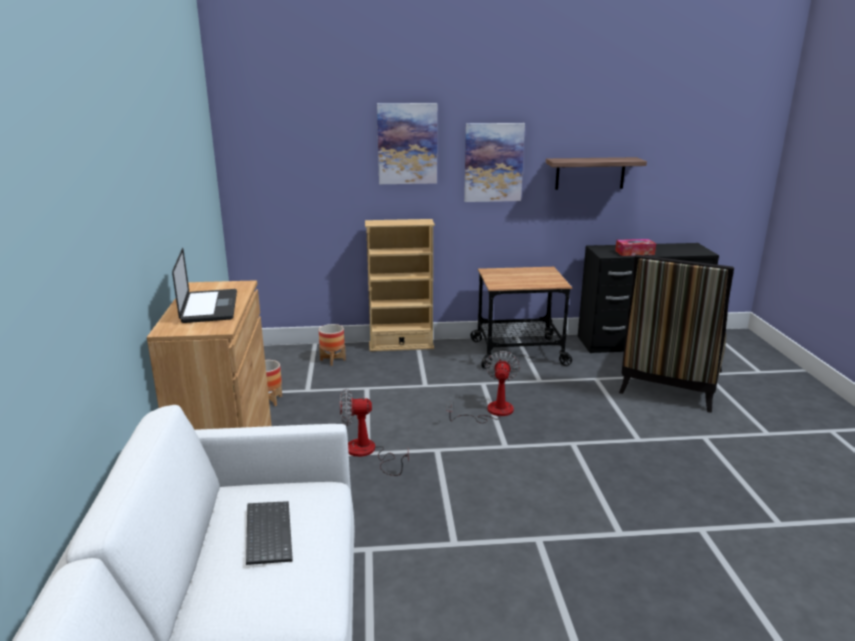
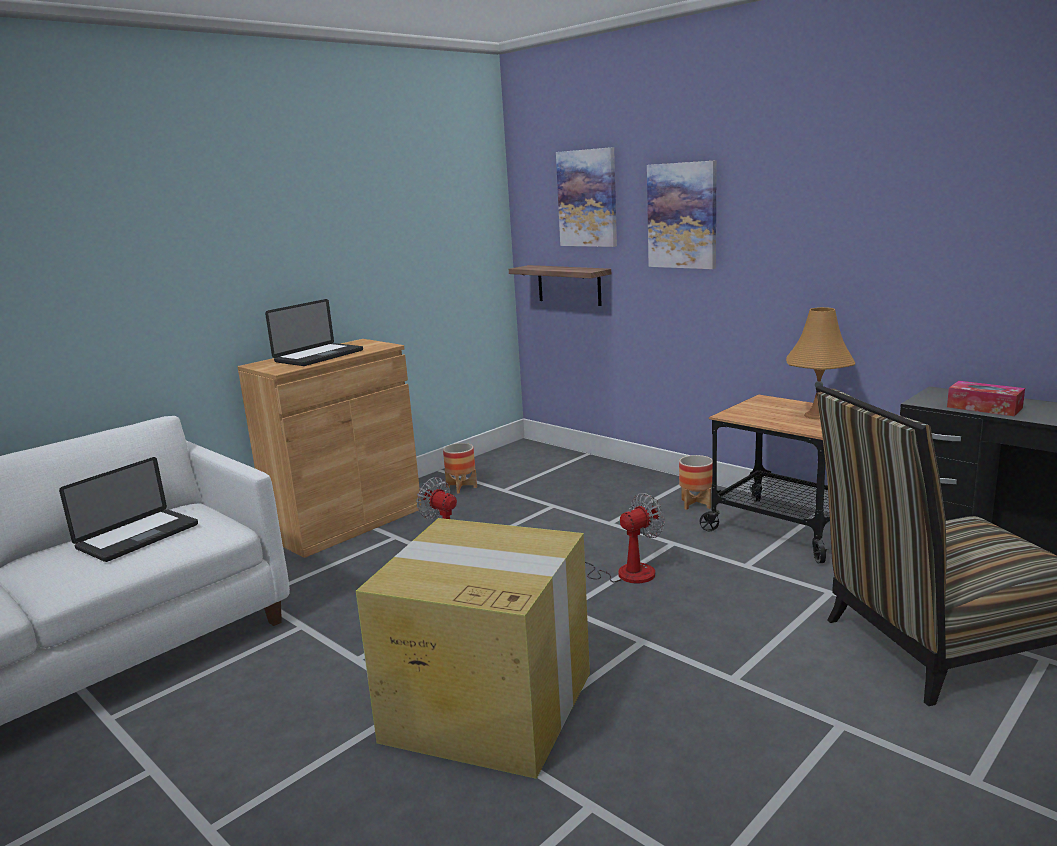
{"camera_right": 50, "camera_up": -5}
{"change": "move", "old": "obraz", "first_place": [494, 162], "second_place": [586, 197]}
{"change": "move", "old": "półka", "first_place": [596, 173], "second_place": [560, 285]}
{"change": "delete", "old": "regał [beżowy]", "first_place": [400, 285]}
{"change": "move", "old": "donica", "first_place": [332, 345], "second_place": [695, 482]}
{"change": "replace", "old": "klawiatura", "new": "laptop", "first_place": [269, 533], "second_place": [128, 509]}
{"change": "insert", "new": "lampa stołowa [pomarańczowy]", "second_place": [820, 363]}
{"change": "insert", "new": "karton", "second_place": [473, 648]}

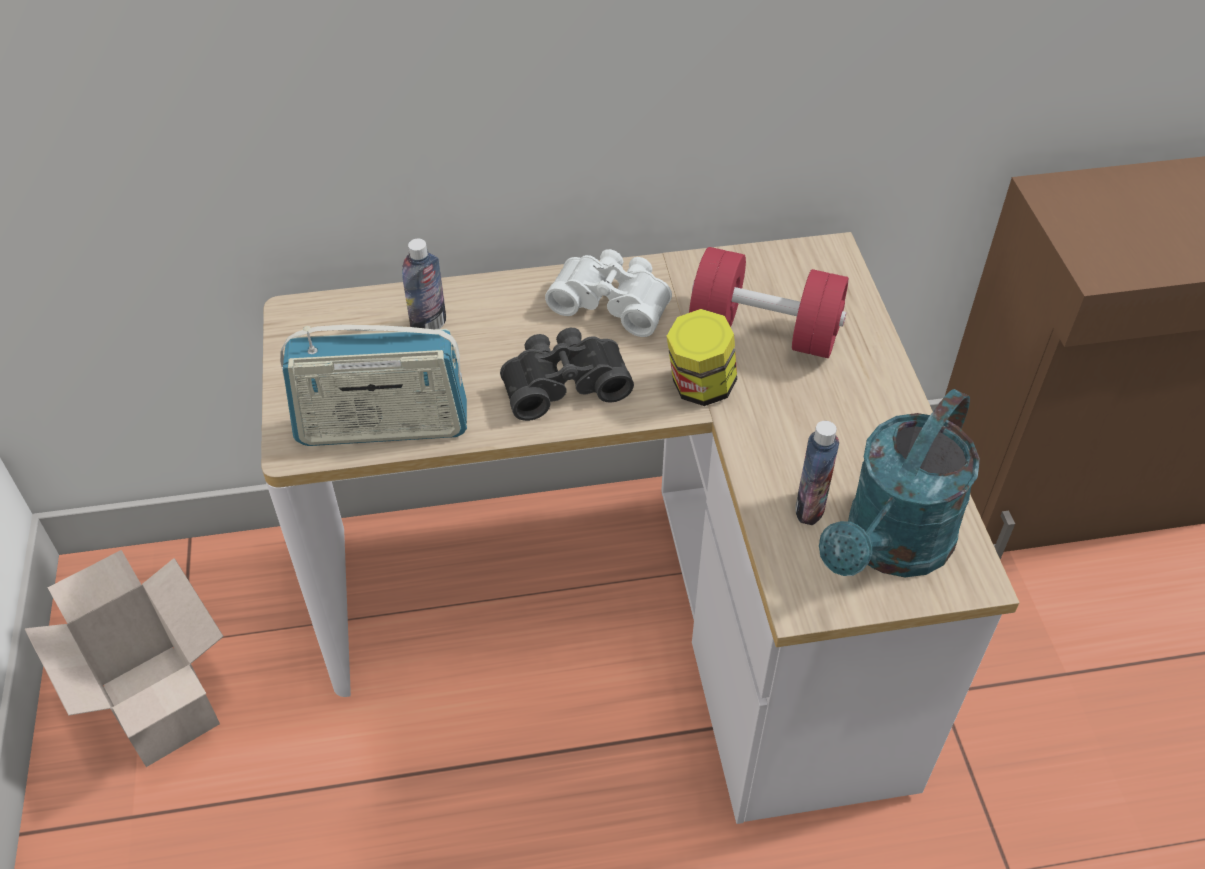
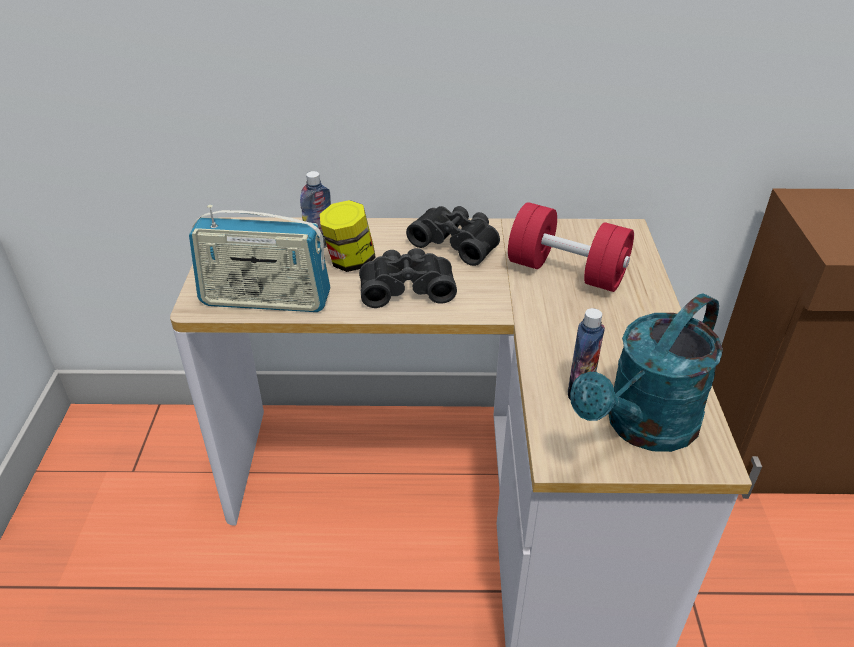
{"camera_right": 10, "camera_up": -10}
{"change": "recolor", "old": "lornetka [biały]", "new": "lornetka [czarny]", "first_place": [608, 293], "second_place": [453, 236]}
{"change": "move", "old": "słoik", "first_place": [702, 357], "second_place": [348, 236]}
{"change": "delete", "old": "karton", "first_place": [124, 658]}

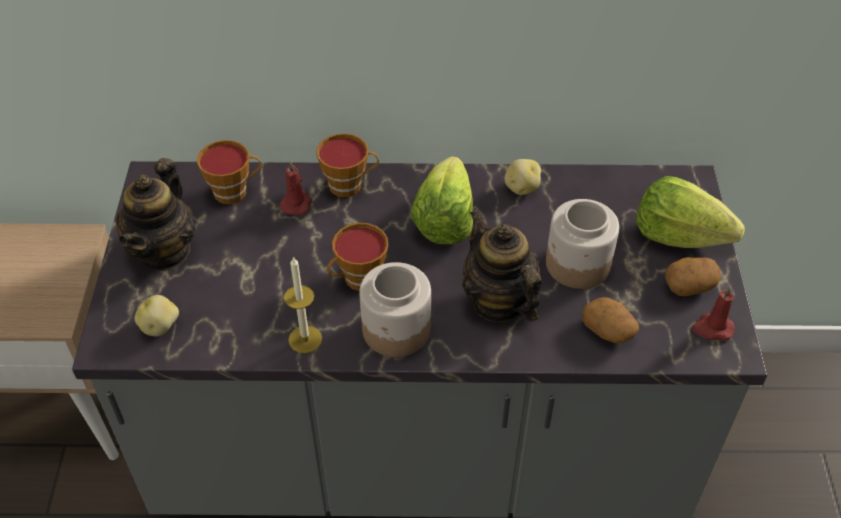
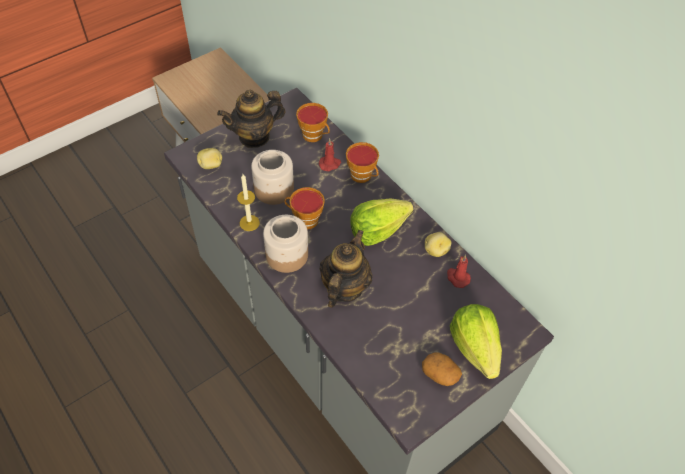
{"camera_right": 50, "camera_up": 5}
{"change": "move", "old": "słoik", "first_place": [582, 244], "second_place": [272, 177]}
{"change": "move", "old": "świeca [czerwony]", "first_place": [713, 313], "second_place": [459, 271]}
{"change": "delete", "old": "ziemniak", "first_place": [610, 320]}

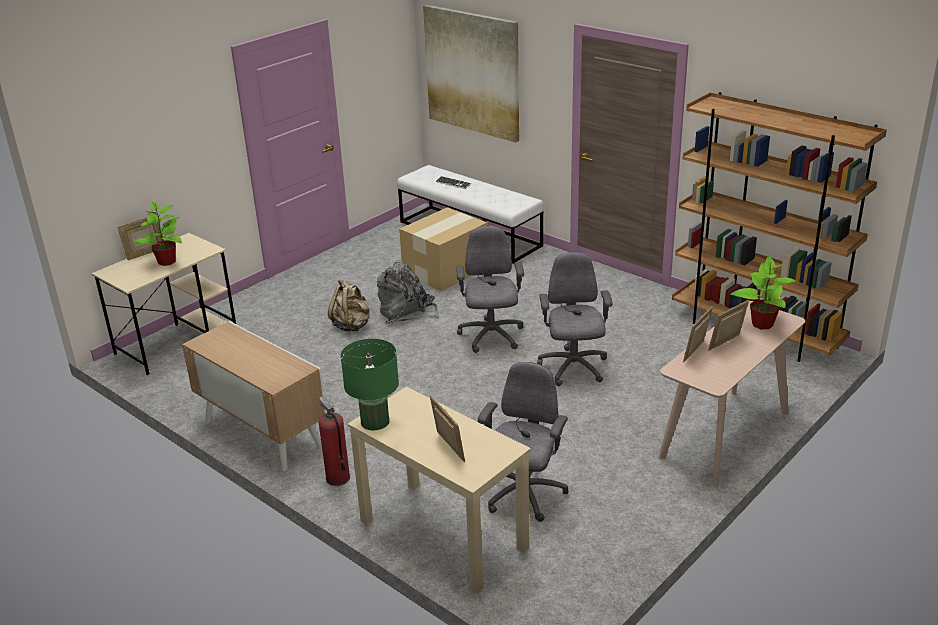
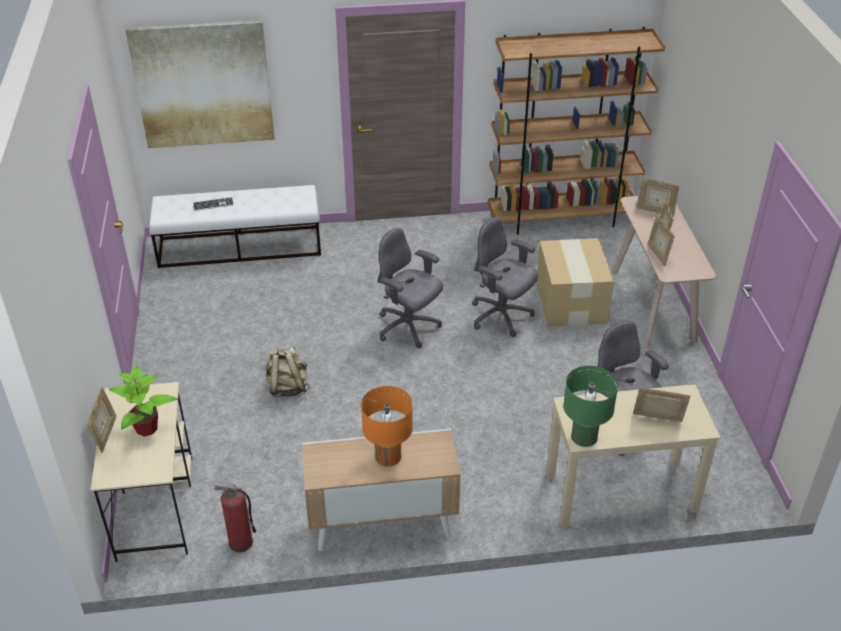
{"camera_right": -50, "camera_up": 10}
{"change": "move", "old": "karton", "first_place": [443, 249], "second_place": [575, 282]}
{"change": "replace", "old": "roślina doniczkowa", "new": "ramka na zdjęcie", "first_place": [763, 292], "second_place": [658, 197]}
{"change": "delete", "old": "plecak [szary]", "first_place": [408, 293]}
{"change": "move", "old": "gaśnica", "first_place": [334, 441], "second_place": [234, 516]}
{"change": "insert", "new": "lampa stołowa [pomarańczowy]", "second_place": [387, 426]}

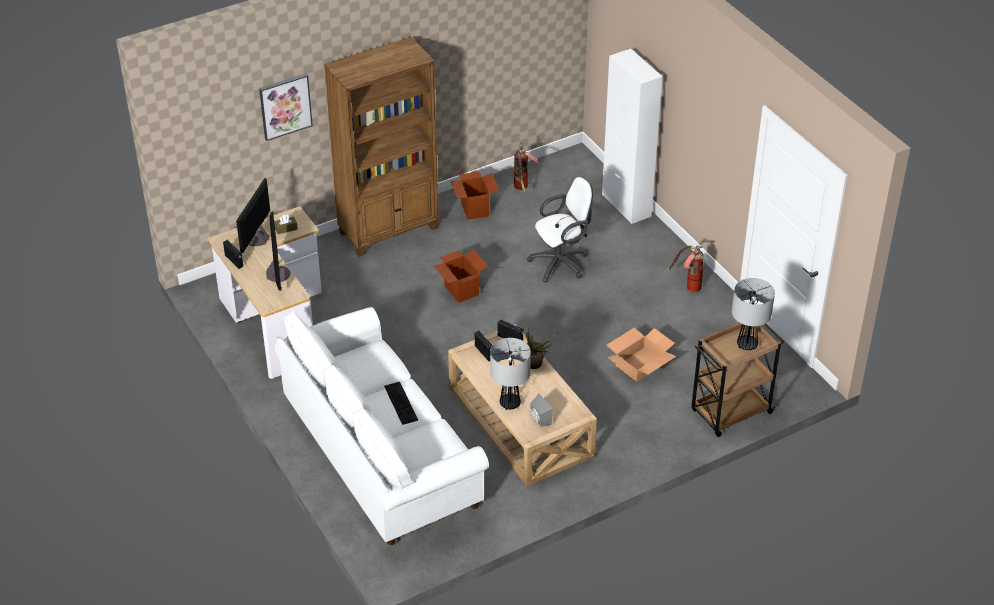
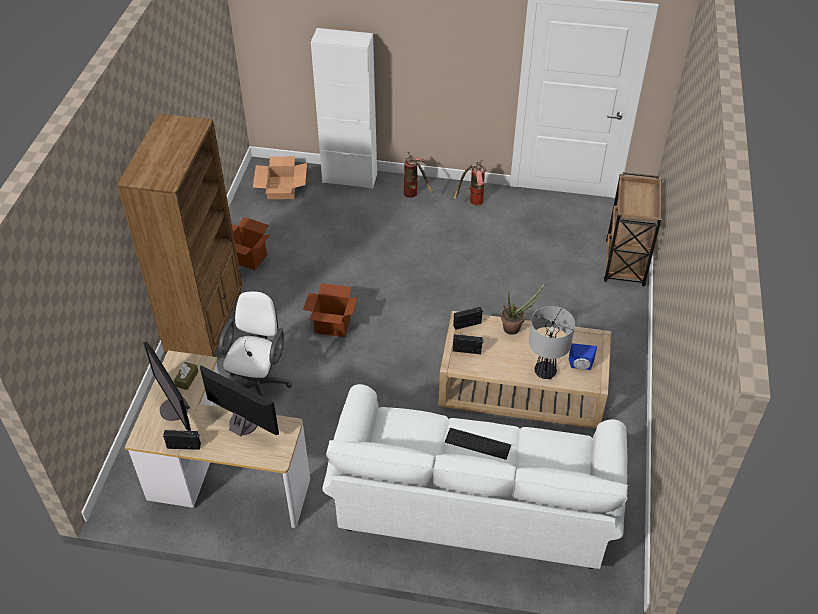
{"camera_right": -50, "camera_up": 5}
{"change": "delete", "old": "obraz", "first_place": [286, 107]}
{"change": "move", "old": "gaśnica", "first_place": [526, 167], "second_place": [419, 175]}
{"change": "move", "old": "krzesło biurowe [biały]", "first_place": [560, 230], "second_place": [255, 344]}
{"change": "delete", "old": "lampa stołowa", "first_place": [753, 314]}
{"change": "move", "old": "karton", "first_place": [641, 354], "second_place": [280, 177]}
{"change": "recolor", "old": "głośnik [szary]", "new": "głośnik [niebieski]", "first_place": [541, 410], "second_place": [583, 356]}

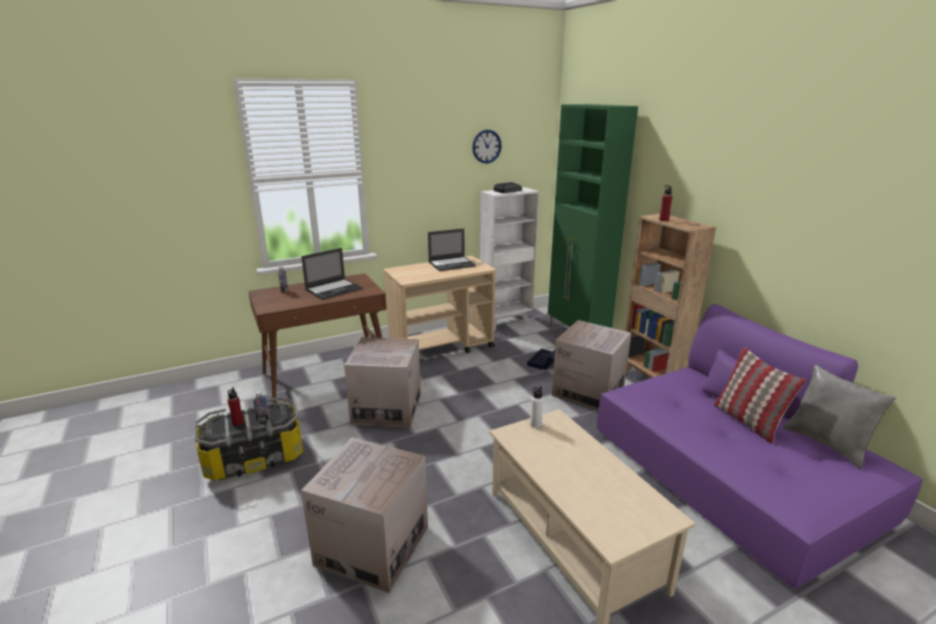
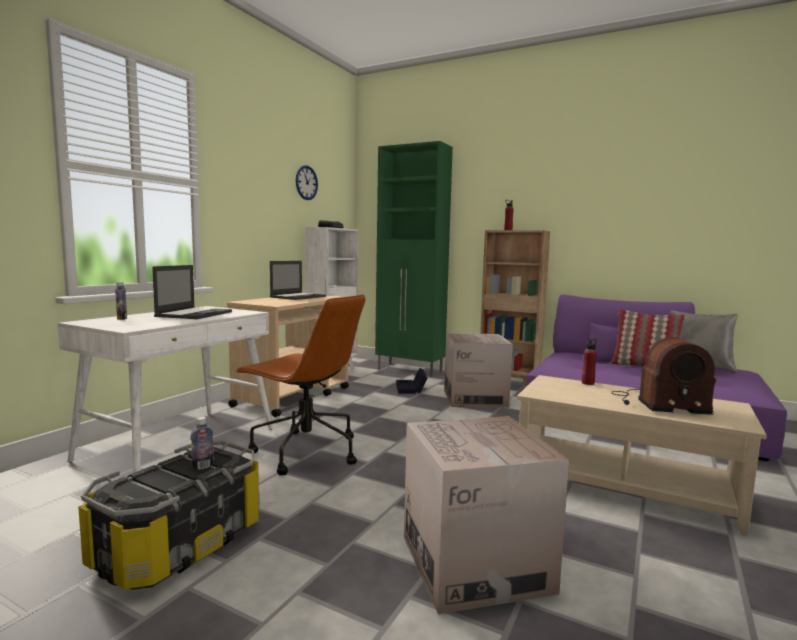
{"camera_right": -35, "camera_up": -15}
{"change": "recolor", "old": "biurko [brązowy]", "new": "biurko [biały]", "first_place": [317, 338], "second_place": [165, 389]}
{"change": "replace", "old": "karton", "new": "krzesło biurowe [brązowy]", "first_place": [382, 382], "second_place": [300, 385]}
{"change": "delete", "old": "butelka [biały]", "first_place": [537, 407]}
{"change": "move", "old": "butelka [czerwony]", "first_place": [236, 406], "second_place": [589, 361]}
{"change": "insert", "new": "radio", "second_place": [663, 376]}

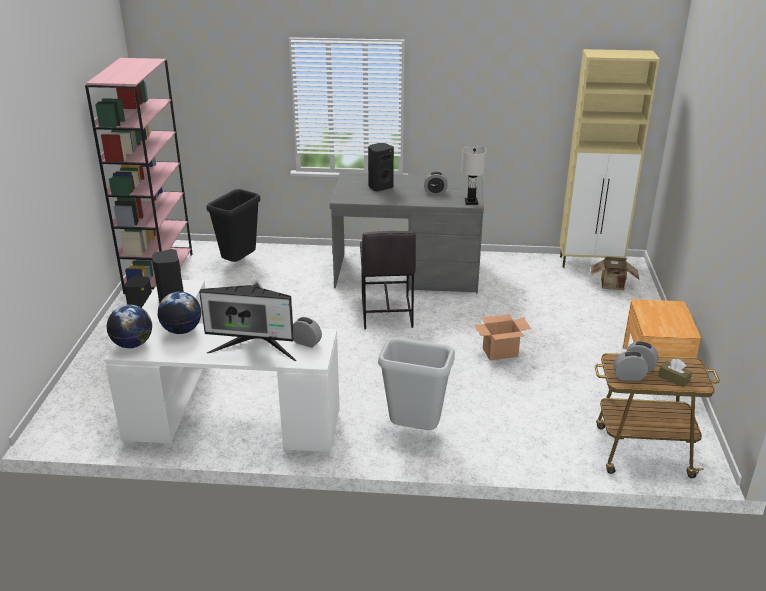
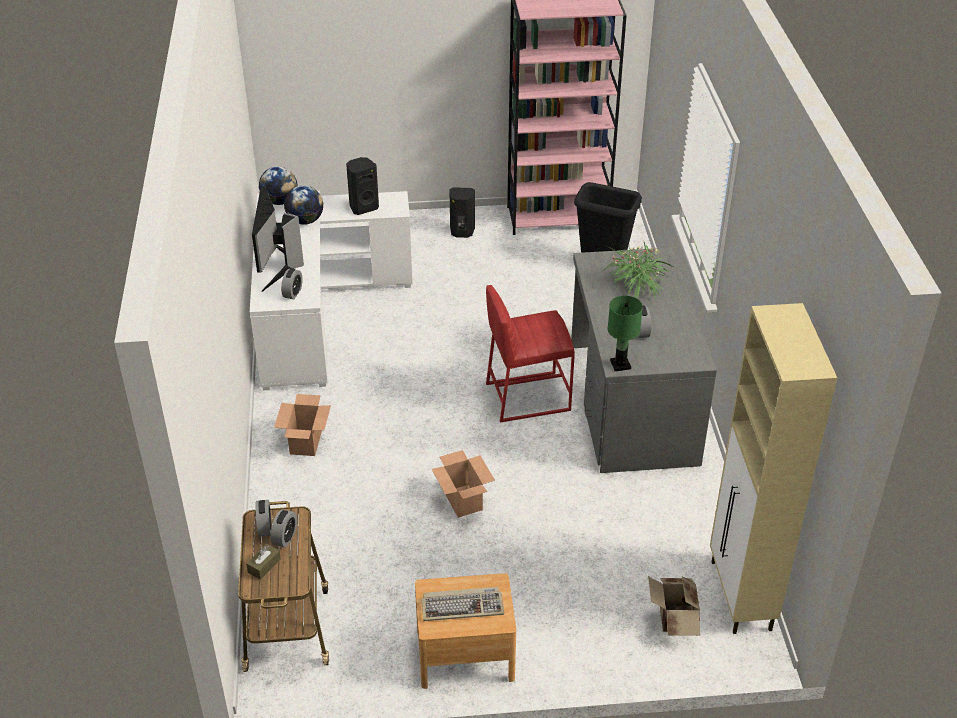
{"camera_right": 80, "camera_up": 10}
{"change": "replace", "old": "głośnik [czarny]", "new": "roślina doniczkowa", "first_place": [381, 167], "second_place": [638, 270]}
{"change": "recolor", "old": "lampa stołowa [biały]", "new": "lampa stołowa [zielony]", "first_place": [473, 175], "second_place": [625, 333]}
{"change": "recolor", "old": "stołek [szary]", "new": "stołek [czerwony]", "first_place": [388, 280], "second_place": [530, 353]}
{"change": "replace", "old": "kosz na śmieci [szary]", "new": "karton", "first_place": [416, 383], "second_place": [302, 425]}
{"change": "insert", "new": "klawiatura", "second_place": [462, 604]}

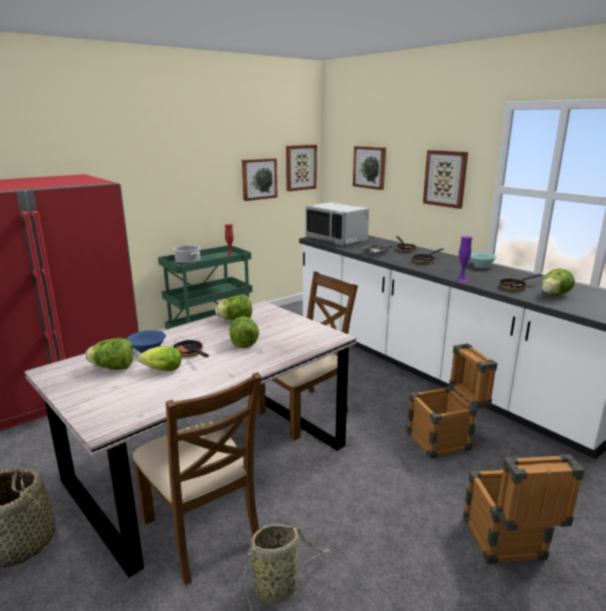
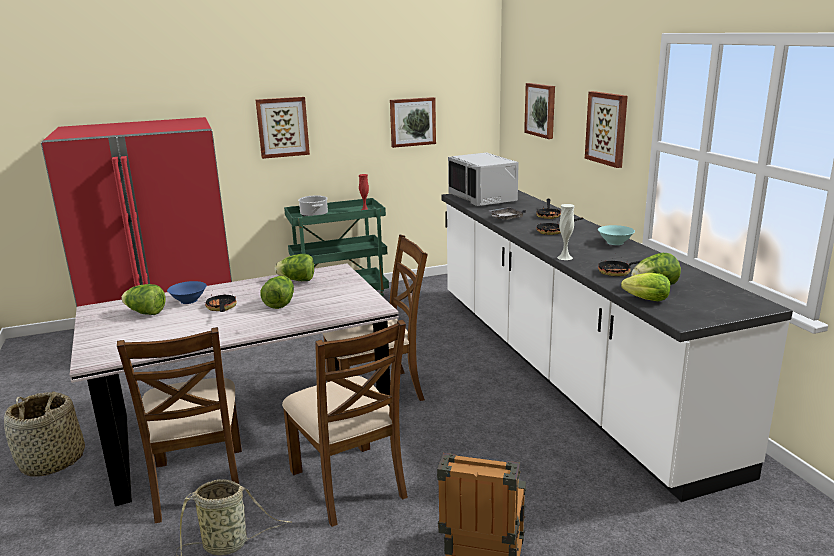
{"camera_right": 20, "camera_up": 0}
{"change": "move", "old": "obraz", "first_place": [301, 168], "second_place": [283, 128]}
{"change": "recolor", "old": "wazon [fioletowy]", "new": "wazon [biały]", "first_place": [464, 259], "second_place": [566, 232]}
{"change": "delete", "old": "skrzynka", "first_place": [452, 401]}
{"change": "move", "old": "sałata", "first_place": [160, 358], "second_place": [646, 287]}
{"change": "insert", "new": "krzesło [brązowy]", "second_place": [345, 423]}

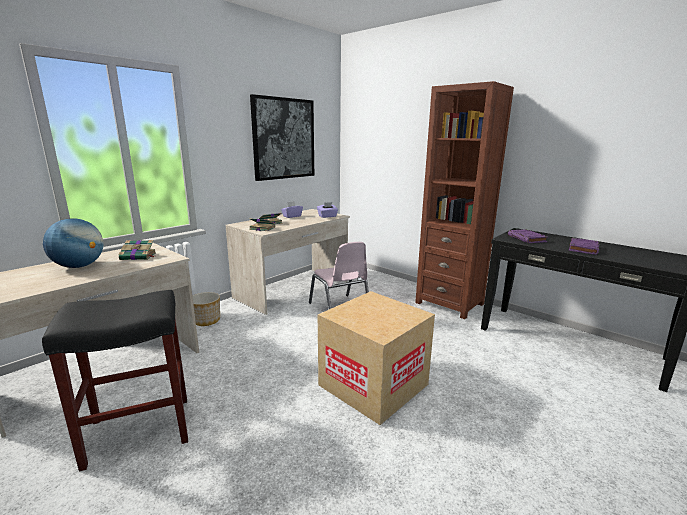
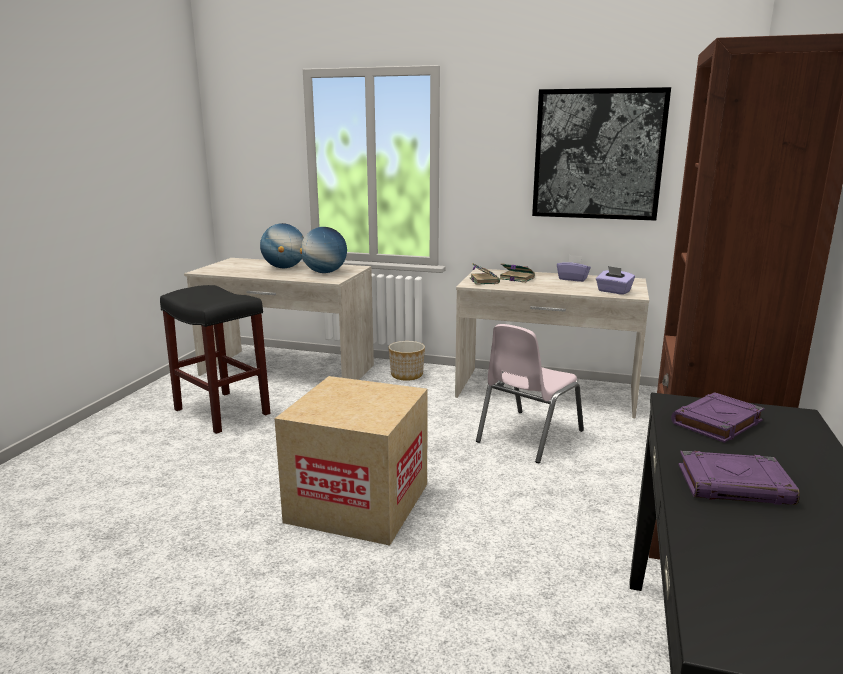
{"camera_right": 65, "camera_up": 0}
{"change": "replace", "old": "książka", "new": "globus", "first_place": [137, 250], "second_place": [323, 250]}

